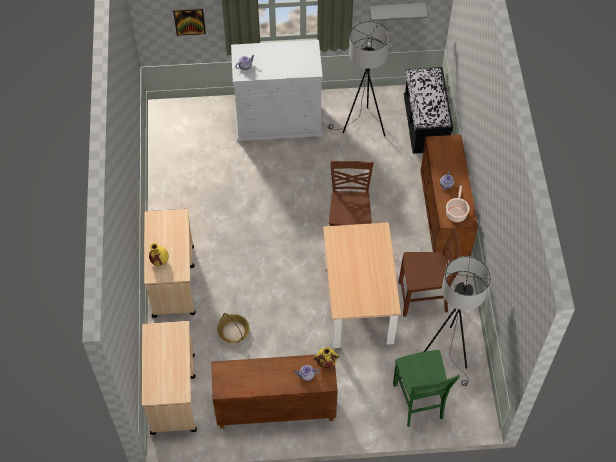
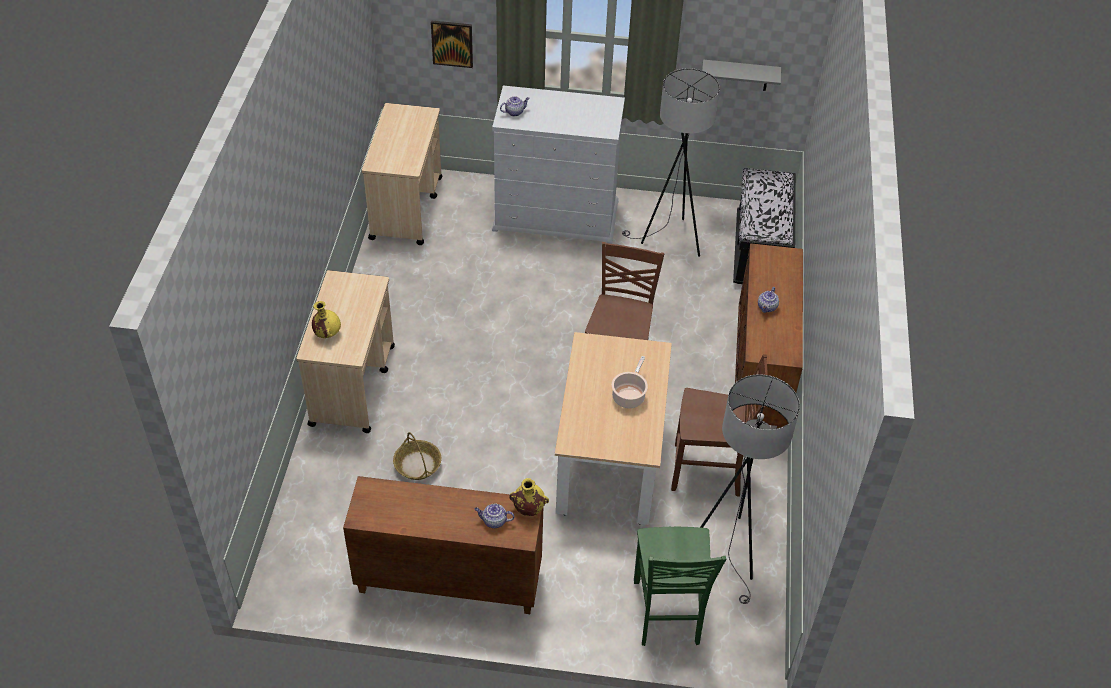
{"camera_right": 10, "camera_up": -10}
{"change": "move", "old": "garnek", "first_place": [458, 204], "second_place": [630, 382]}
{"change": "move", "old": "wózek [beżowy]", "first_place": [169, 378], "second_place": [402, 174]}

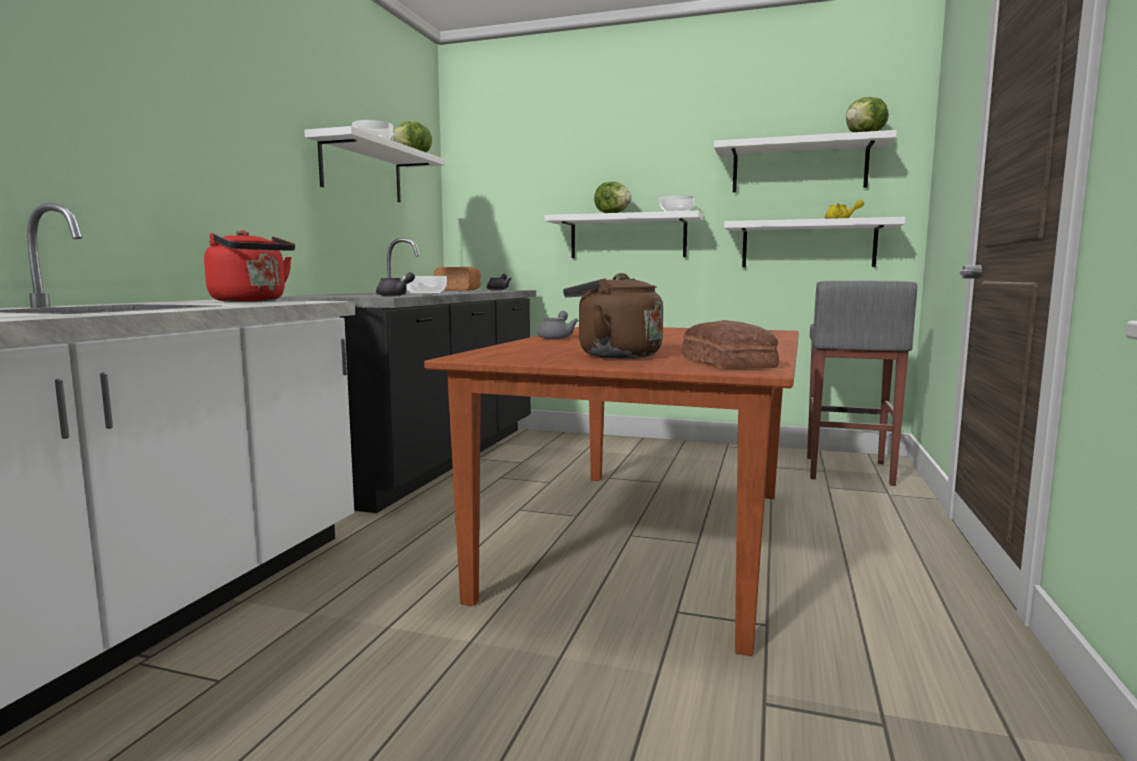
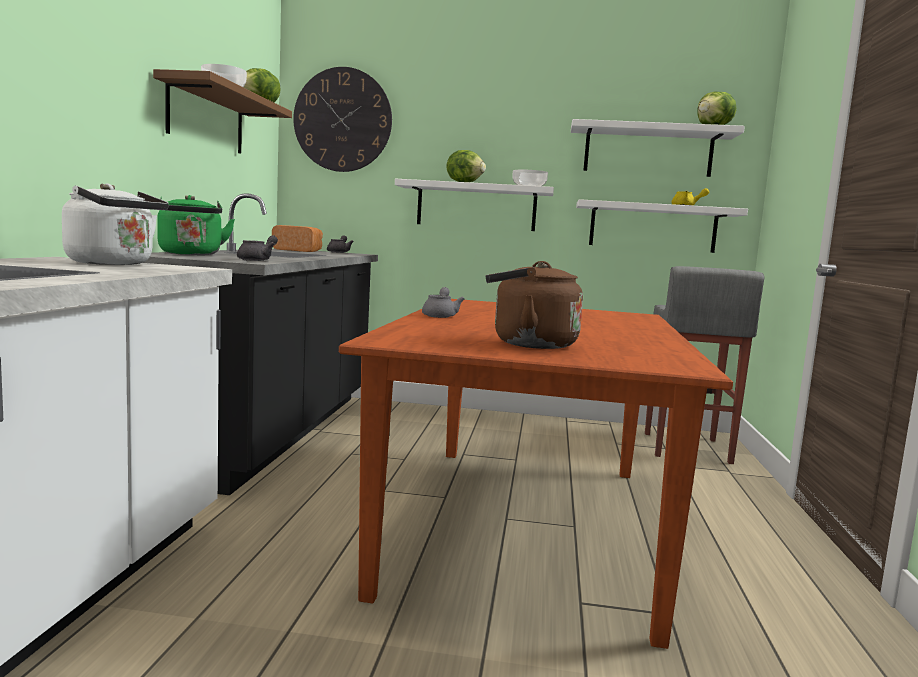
{"camera_right": -10, "camera_up": 0}
{"change": "recolor", "old": "półka [biały]", "new": "półka [brązowy]", "first_place": [374, 164], "second_place": [222, 111]}
{"change": "recolor", "old": "czajnik [czerwony]", "new": "czajnik [biały]", "first_place": [249, 266], "second_place": [115, 224]}
{"change": "delete", "old": "miska", "first_place": [425, 285]}
{"change": "delete", "old": "chleb", "first_place": [730, 344]}
{"change": "insert", "new": "zegar ścienny", "second_place": [342, 119]}
{"change": "insert", "new": "czajnik [zielony]", "second_place": [196, 225]}

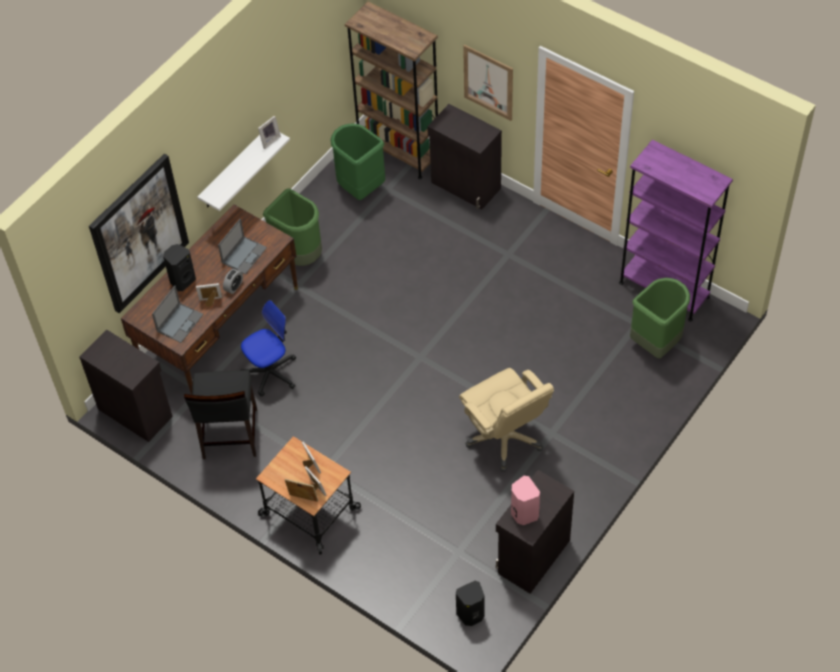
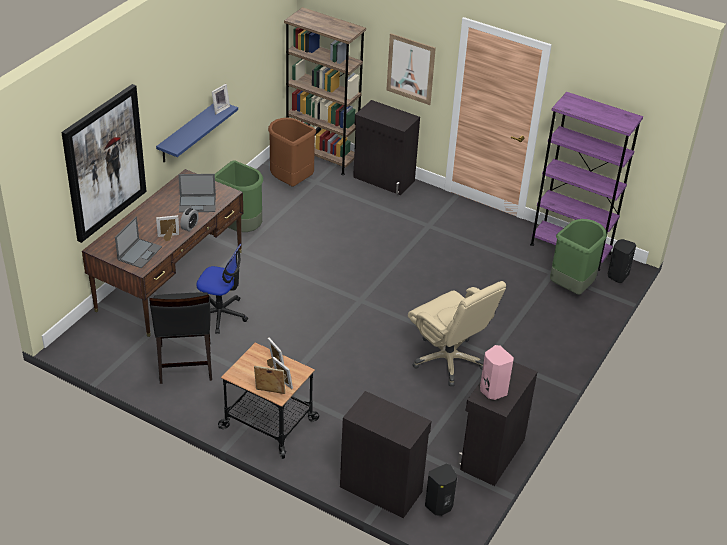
{"camera_right": -10, "camera_up": -15}
{"change": "recolor", "old": "kosz na śmieci [zielony]", "new": "kosz na śmieci [brązowy]", "first_place": [357, 161], "second_place": [292, 152]}
{"change": "recolor", "old": "półka [biały]", "new": "półka [niebieski]", "first_place": [243, 172], "second_place": [197, 133]}
{"change": "rotate", "old": "laptop", "first_place": [242, 246], "second_place": [197, 193], "degrees": 60}
{"change": "move", "old": "głośnik [czarny]", "first_place": [179, 267], "second_place": [622, 261]}
{"change": "rotate", "old": "krzesło biurowe", "first_place": [268, 348], "second_place": [222, 289], "degrees": 60}
{"change": "move", "old": "szafka [czarny]", "first_place": [126, 385], "second_place": [385, 454]}

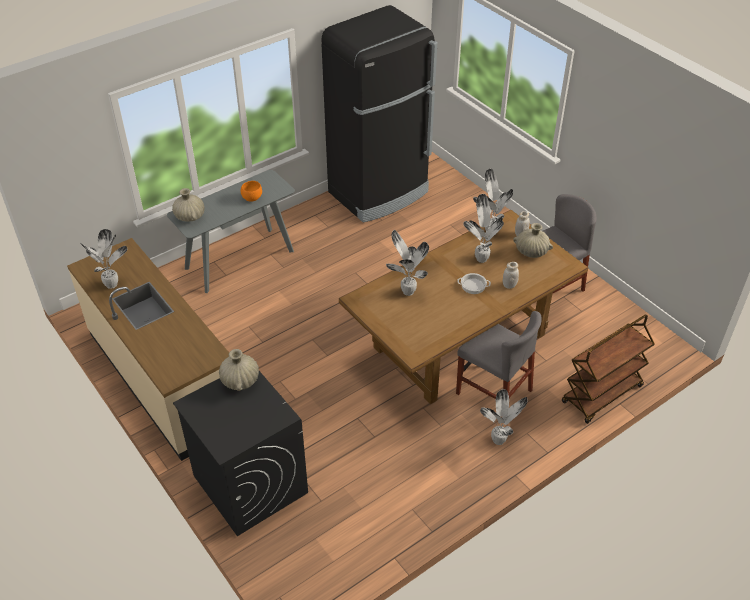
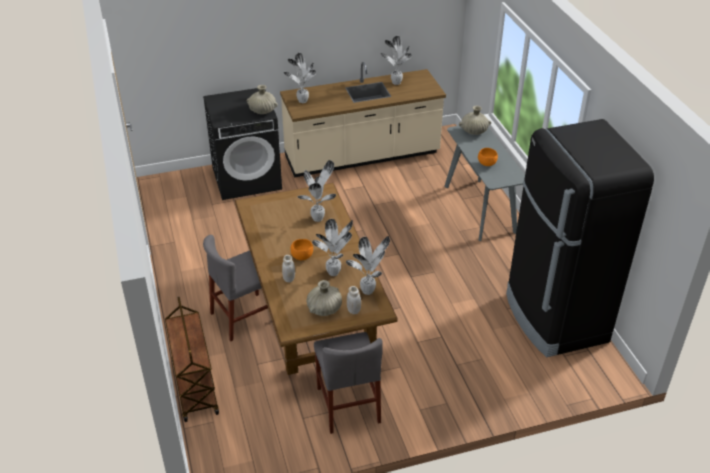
{"camera_right": 110, "camera_up": -5}
{"change": "replace", "old": "garnek", "new": "miska [pomarańczowy]", "first_place": [474, 283], "second_place": [301, 249]}
{"change": "move", "old": "roślina doniczkowa", "first_place": [503, 417], "second_place": [300, 78]}

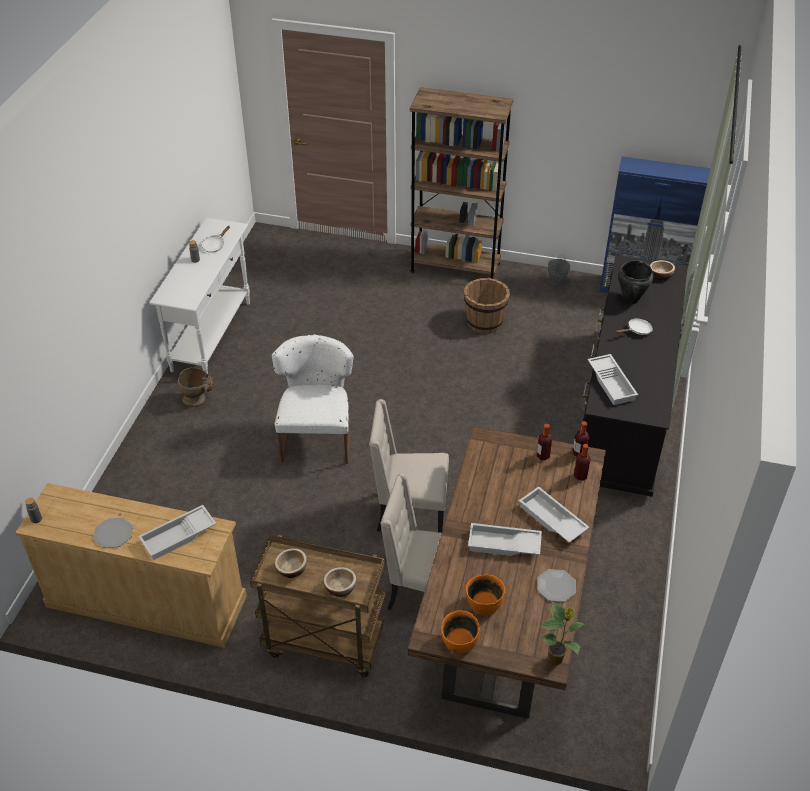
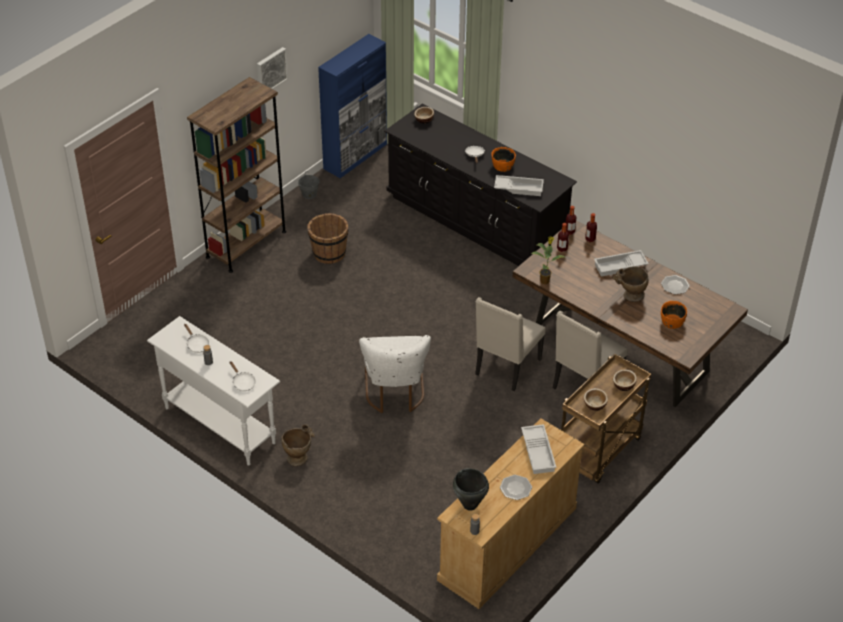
{"camera_right": -65, "camera_up": 0}
{"change": "move", "old": "garnek [czarny]", "first_place": [635, 282], "second_place": [471, 489]}
{"change": "rotate", "old": "krzesło [biały]", "first_place": [312, 399], "second_place": [395, 374], "degrees": -120}
{"change": "replace", "old": "taca [biały]", "new": "wazon [beżowy]", "first_place": [505, 539], "second_place": [630, 284]}
{"change": "move", "old": "roślina doniczkowa", "first_place": [562, 633], "second_place": [548, 260]}
{"change": "move", "old": "miska [pomarańczowy]", "first_place": [460, 632], "second_place": [503, 159]}
{"change": "insert", "new": "obraz", "second_place": [272, 68]}
{"change": "insert", "new": "patelnia [biały]", "second_place": [243, 376]}

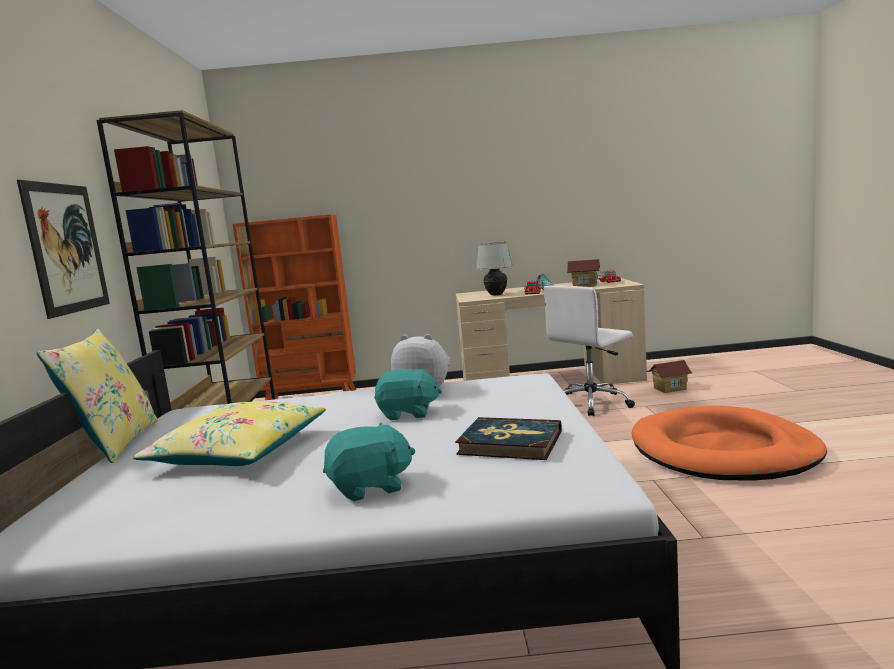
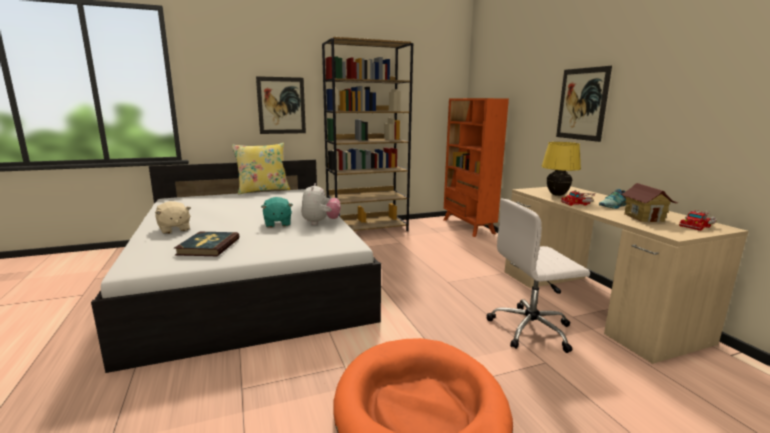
{"camera_right": 70, "camera_up": 5}
{"change": "recolor", "old": "lampa stołowa [biały]", "new": "lampa stołowa [żółty]", "first_place": [494, 268], "second_place": [561, 169]}
{"change": "rotate", "old": "krzesło biurowe [biały]", "first_place": [589, 350], "second_place": [538, 276], "degrees": -45}
{"change": "delete", "old": "domek", "first_place": [669, 376]}
{"change": "delete", "old": "poduszka [żółty]", "first_place": [229, 434]}
{"change": "recolor", "old": "pluszak [turkusowy]", "new": "pluszak [beżowy]", "first_place": [369, 462], "second_place": [173, 217]}
{"change": "insert", "new": "obraz", "second_place": [584, 104]}

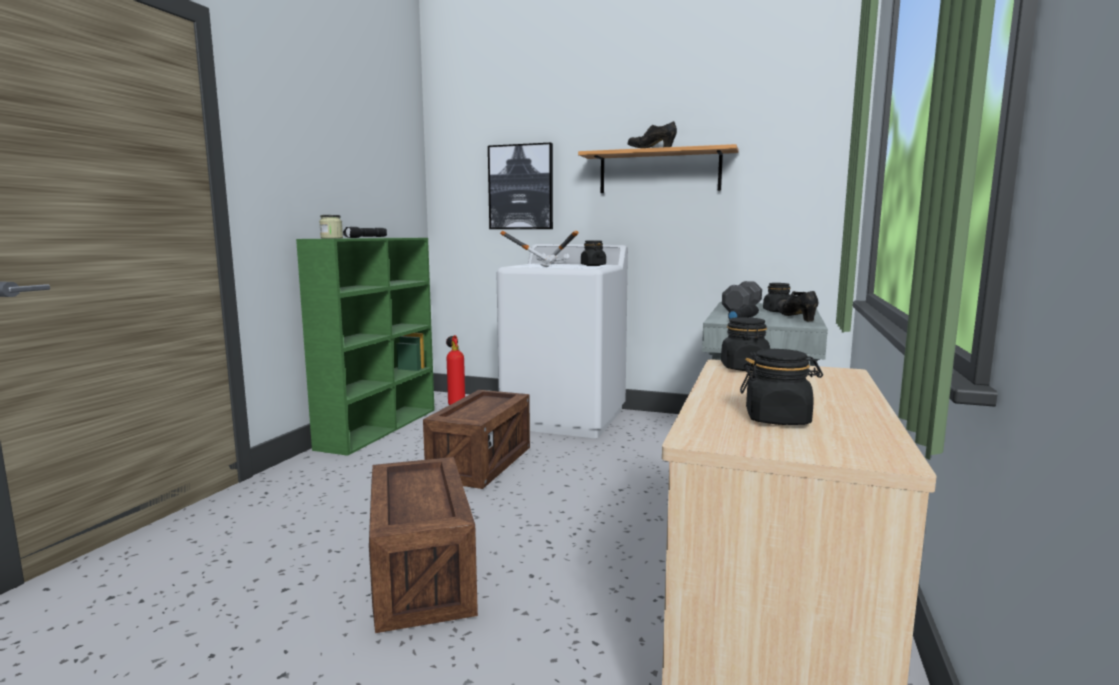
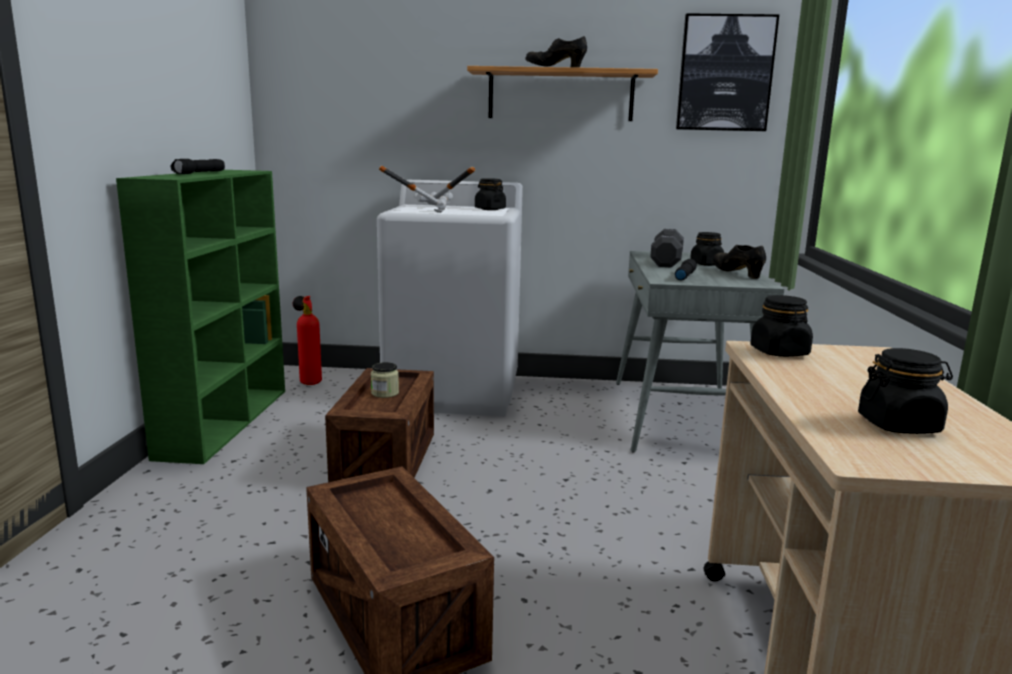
{"camera_right": -15, "camera_up": 5}
{"change": "move", "old": "obraz", "first_place": [520, 186], "second_place": [727, 72]}
{"change": "move", "old": "słoik", "first_place": [331, 226], "second_place": [385, 380]}

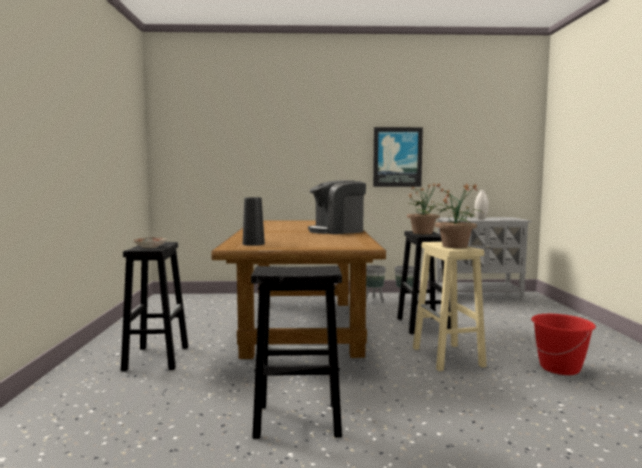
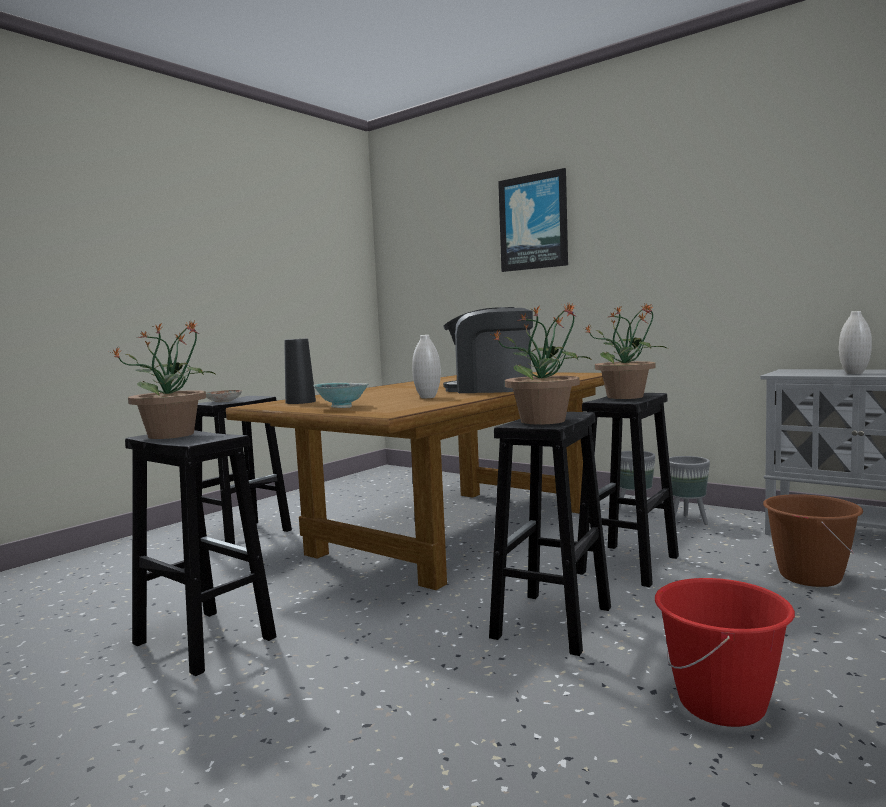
{"camera_right": 40, "camera_up": 0}
{"change": "move", "old": "obraz", "first_place": [398, 157], "second_place": [533, 220]}
{"change": "recolor", "old": "stołek [beżowy]", "new": "stołek [czarny]", "first_place": [450, 306], "second_place": [550, 534]}
{"change": "insert", "new": "roślina doniczkowa", "second_place": [163, 380]}
{"change": "insert", "new": "wazon [biały]", "second_place": [426, 366]}
{"change": "insert", "new": "miska", "second_place": [340, 395]}
{"change": "insert", "new": "wiadro [brązowy]", "second_place": [813, 540]}

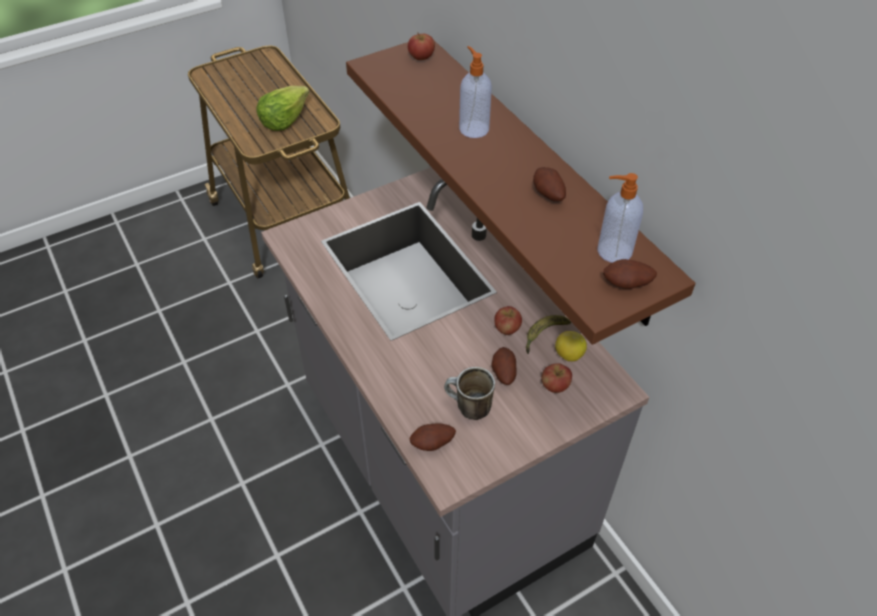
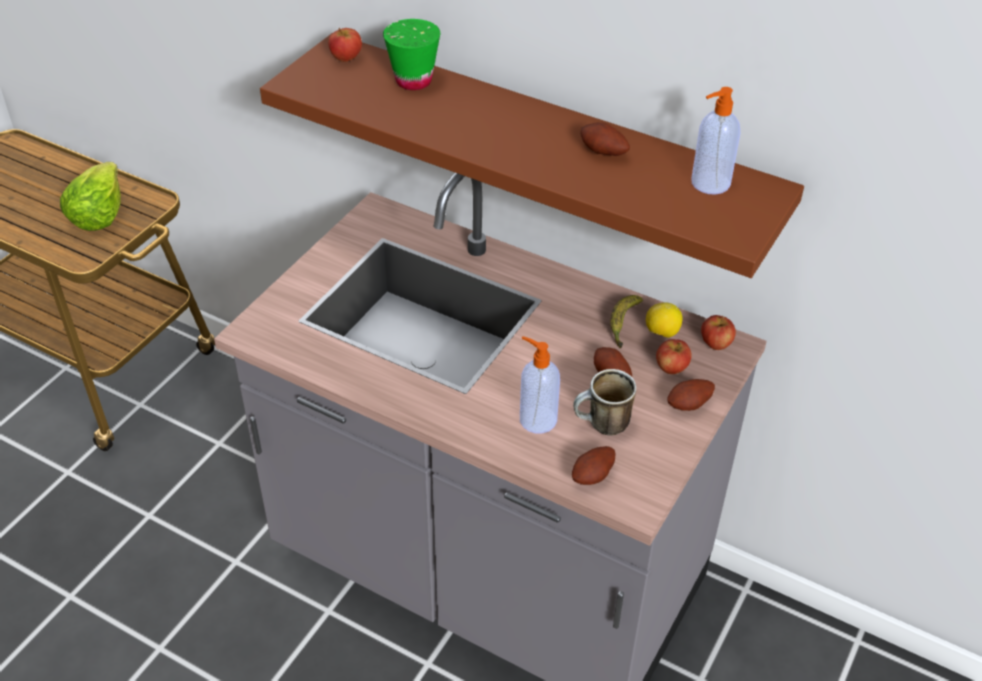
{"camera_right": -30, "camera_up": -5}
{"change": "move", "old": "dozownik mydła", "first_place": [475, 92], "second_place": [540, 384]}
{"change": "move", "old": "ziemniak", "first_place": [630, 274], "second_place": [691, 395]}
{"change": "move", "old": "jabłko", "first_place": [508, 320], "second_place": [718, 332]}
{"change": "insert", "new": "filiżanka [zielony]", "second_place": [411, 54]}

